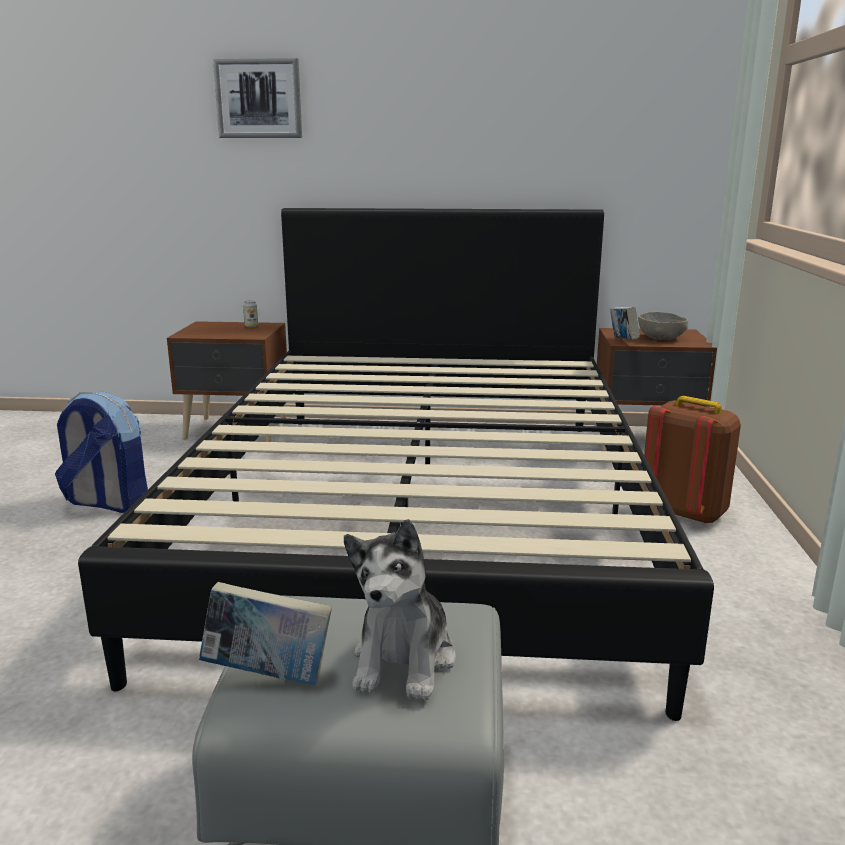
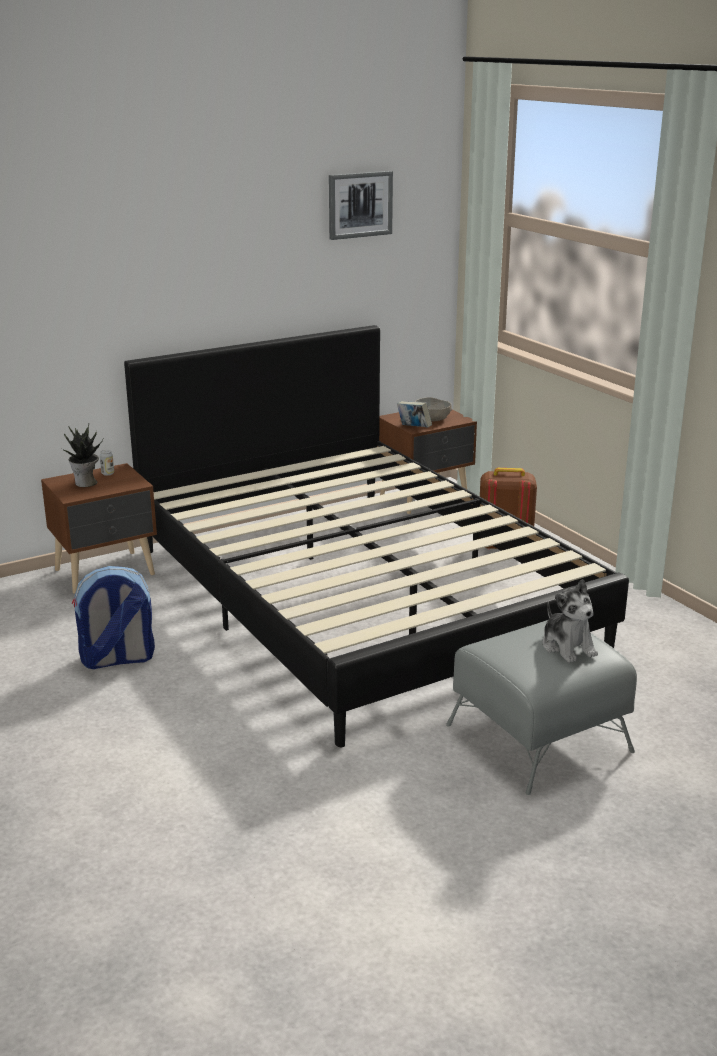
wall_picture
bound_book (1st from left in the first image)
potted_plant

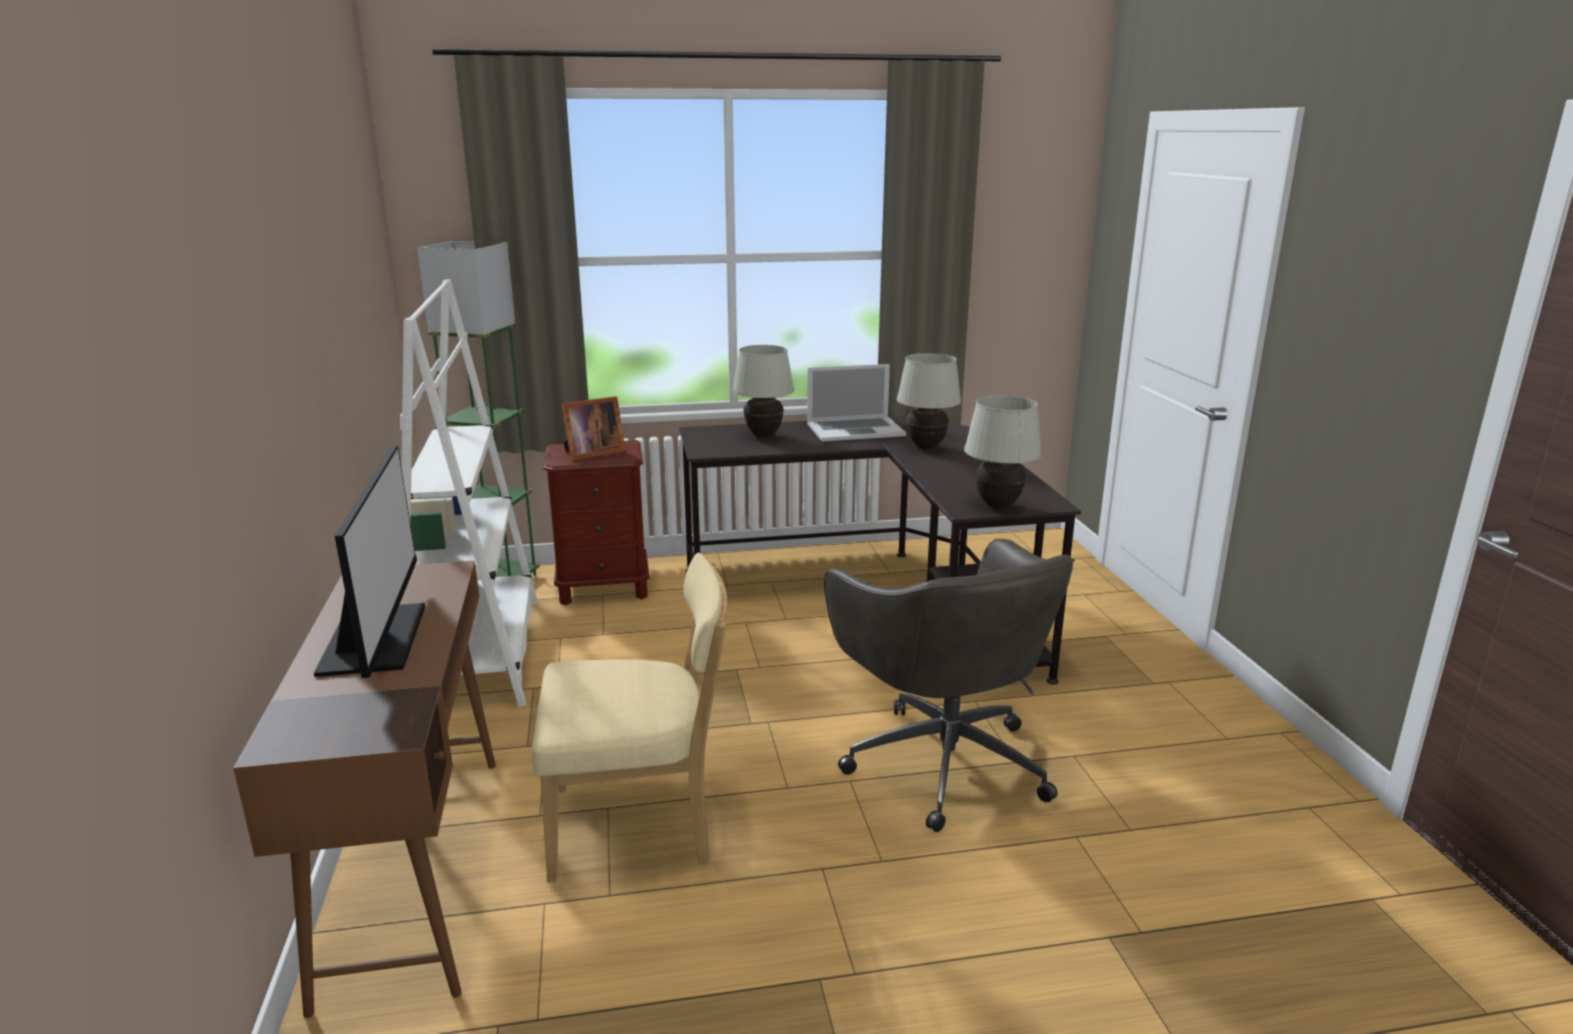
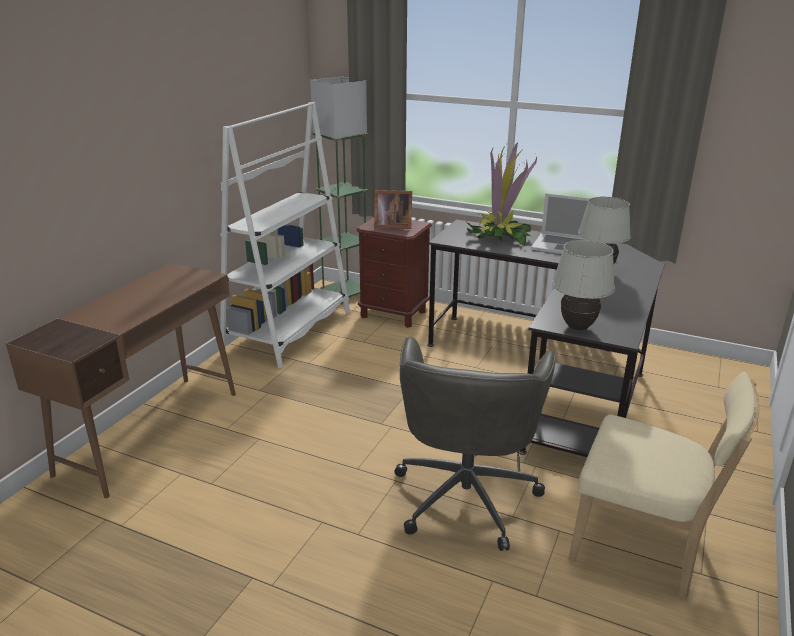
potted_plant
computer_screen
beige_upright_chair

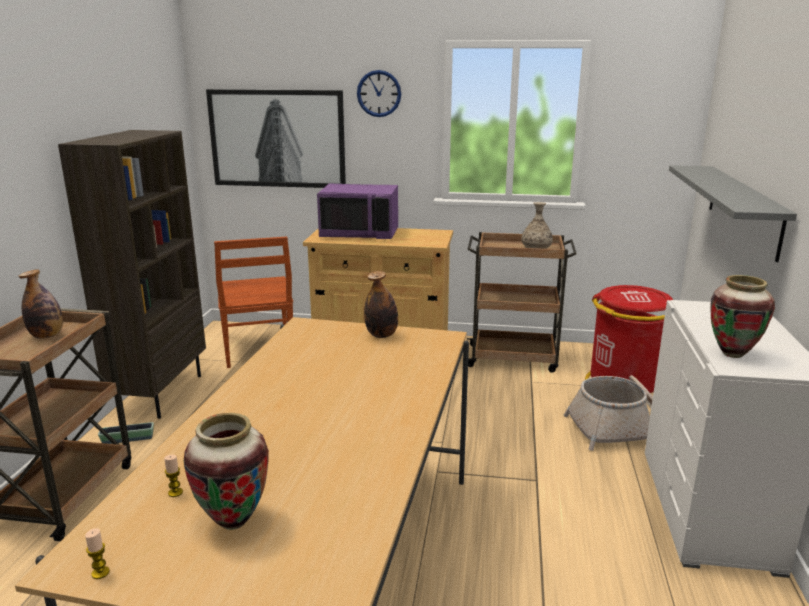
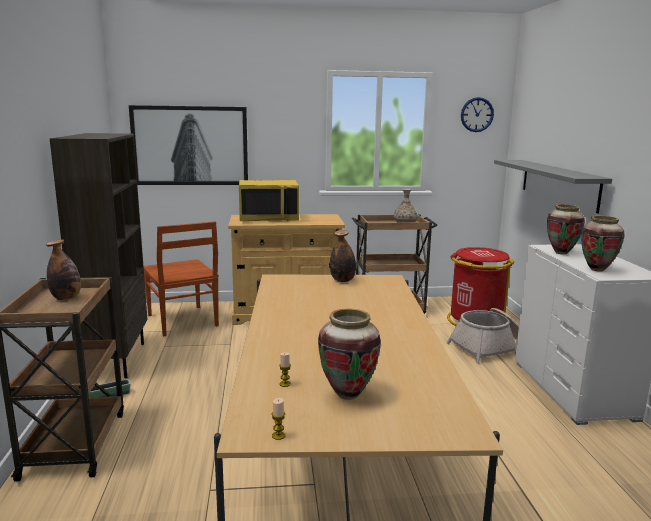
clock_on_the_wall
yellow-coloured_kitchen_microwave
vase (3rd from left)

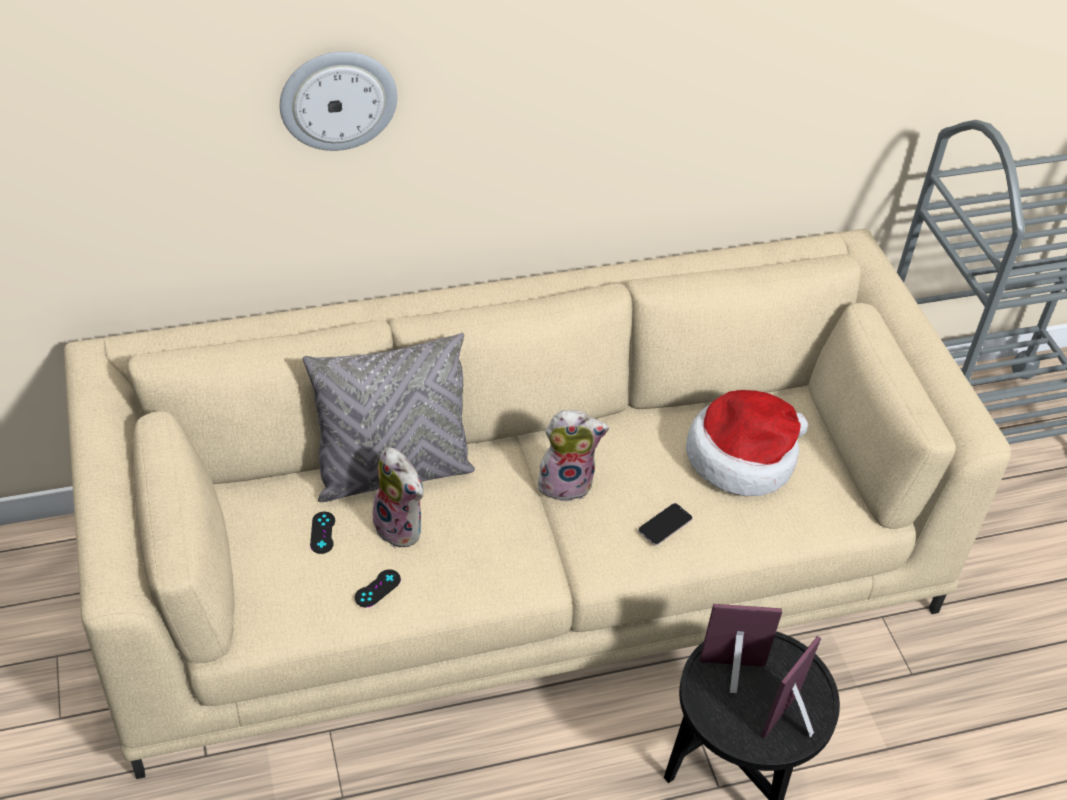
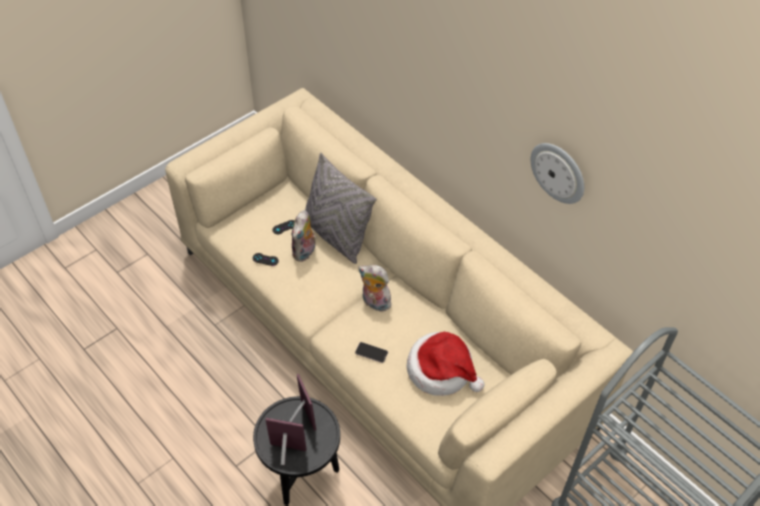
clock_on_the_wall
cuddly_toy (2nd from left)

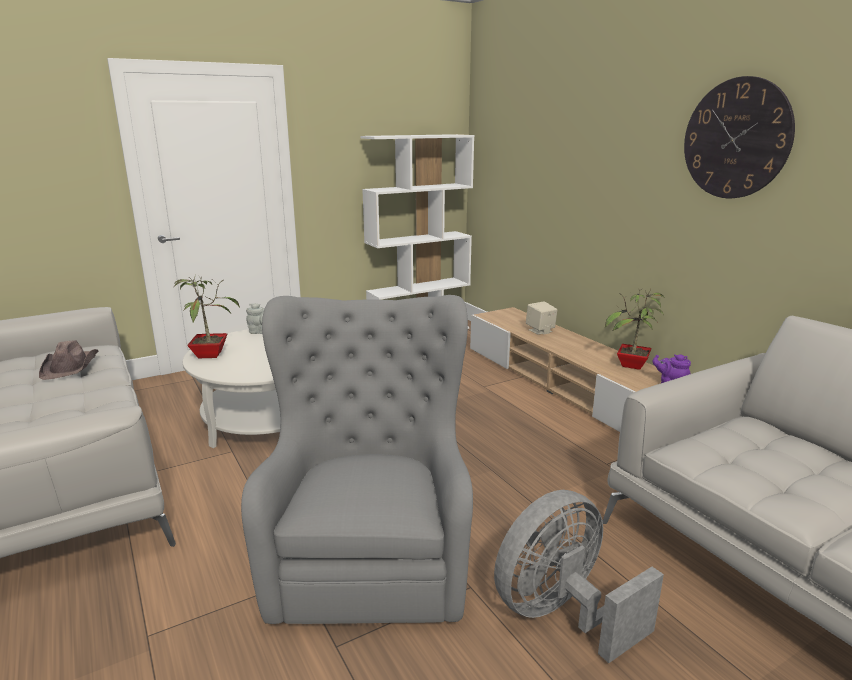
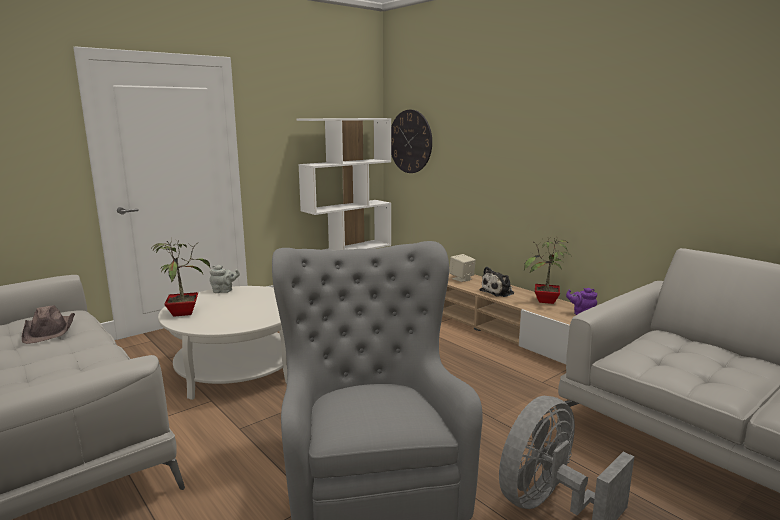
clock_on_the_wall
cuddly_toy

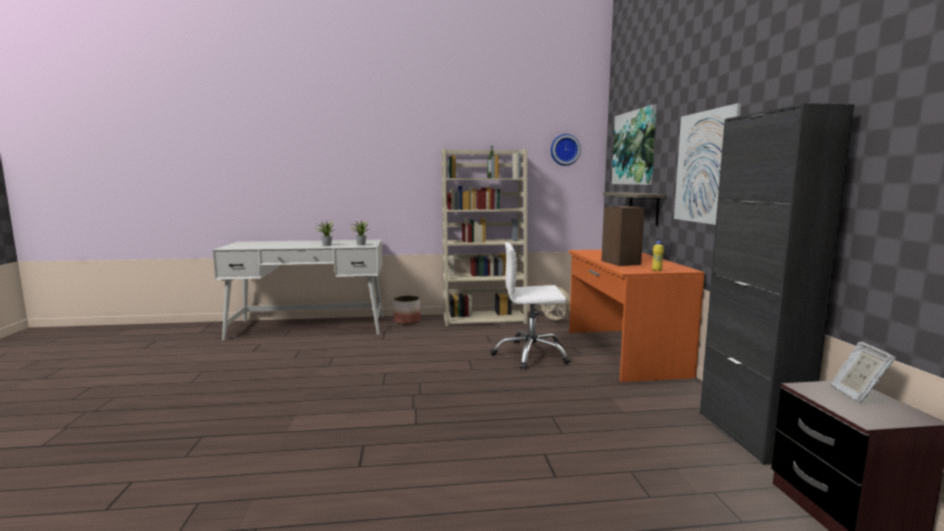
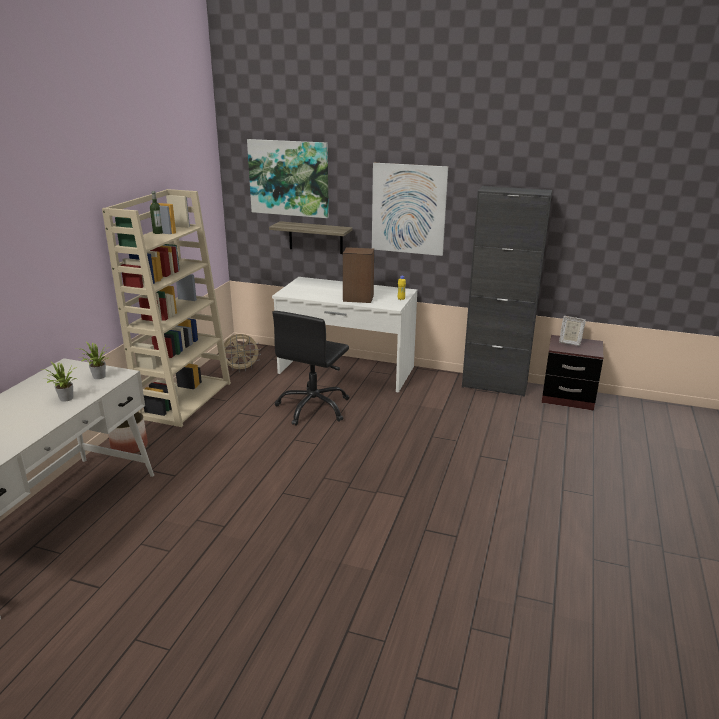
clock_on_the_wall
blackish_computer_chair
whitish_desk_table (2nd from left)

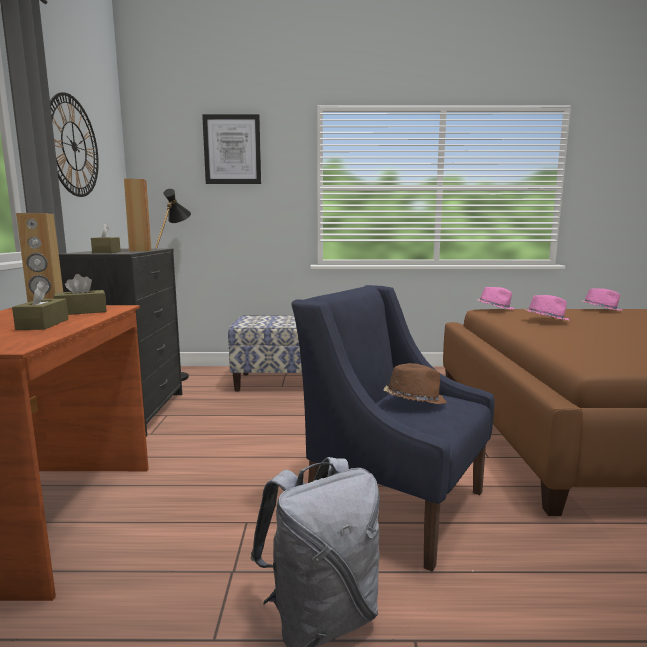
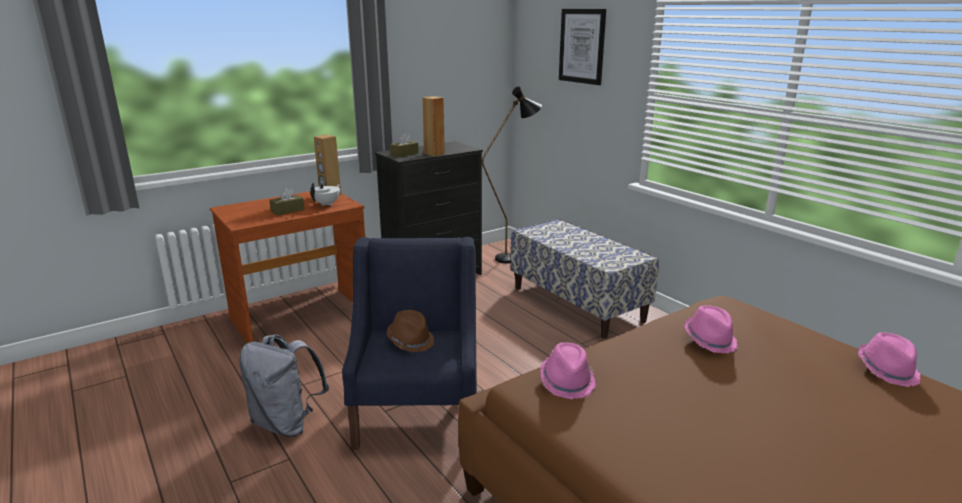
clock_on_the_wall
whitish_pot_for_tea
pinkish_hat (1st from left)

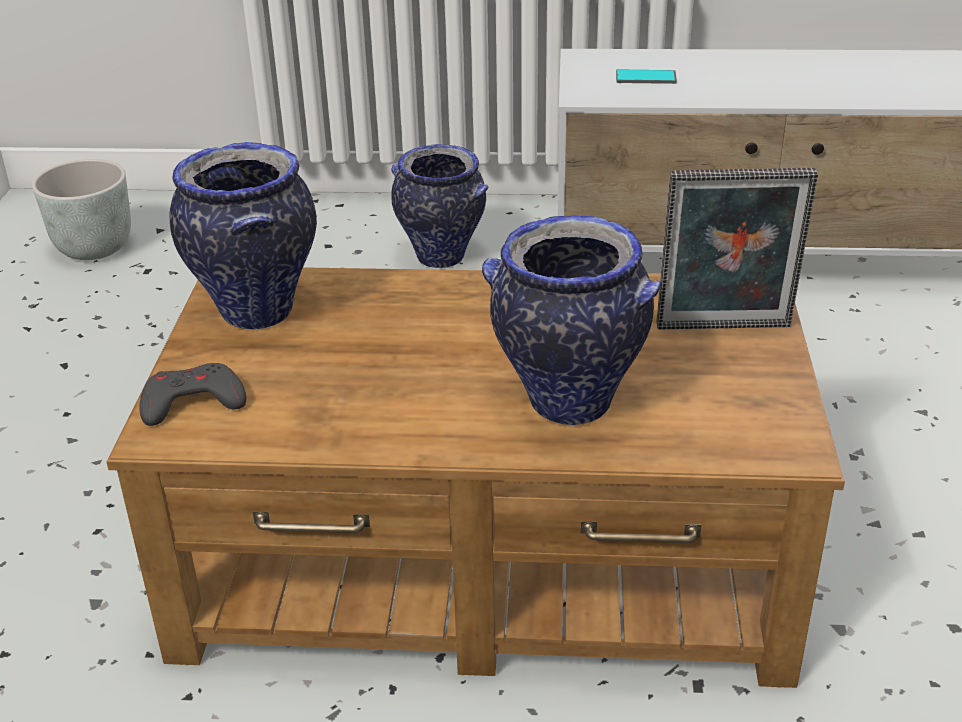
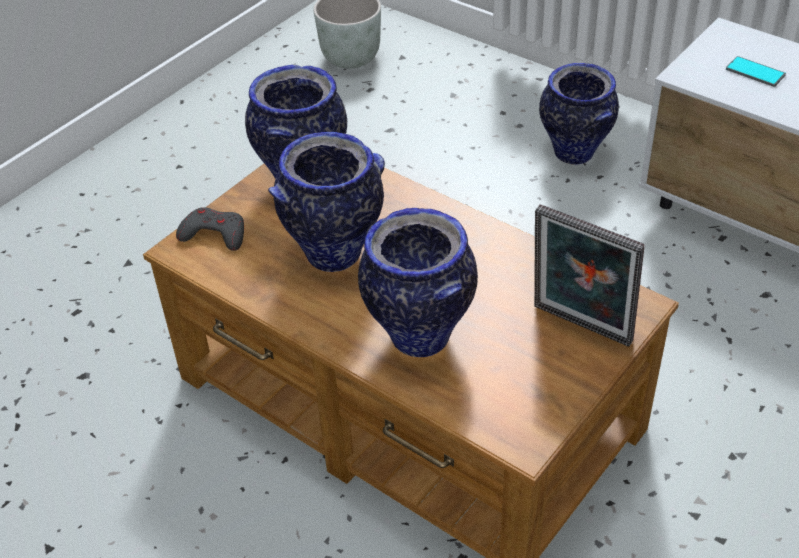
vase (2nd from left)

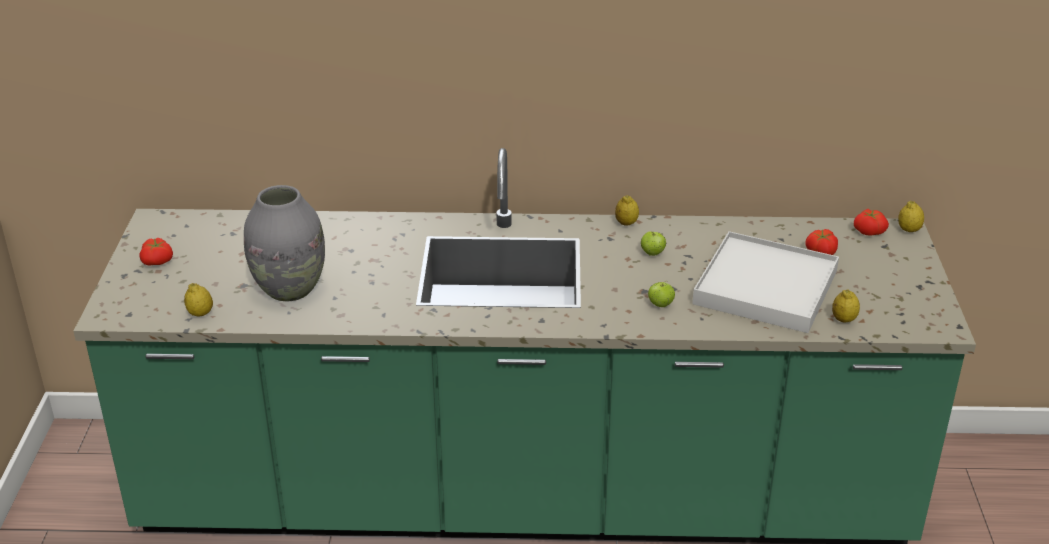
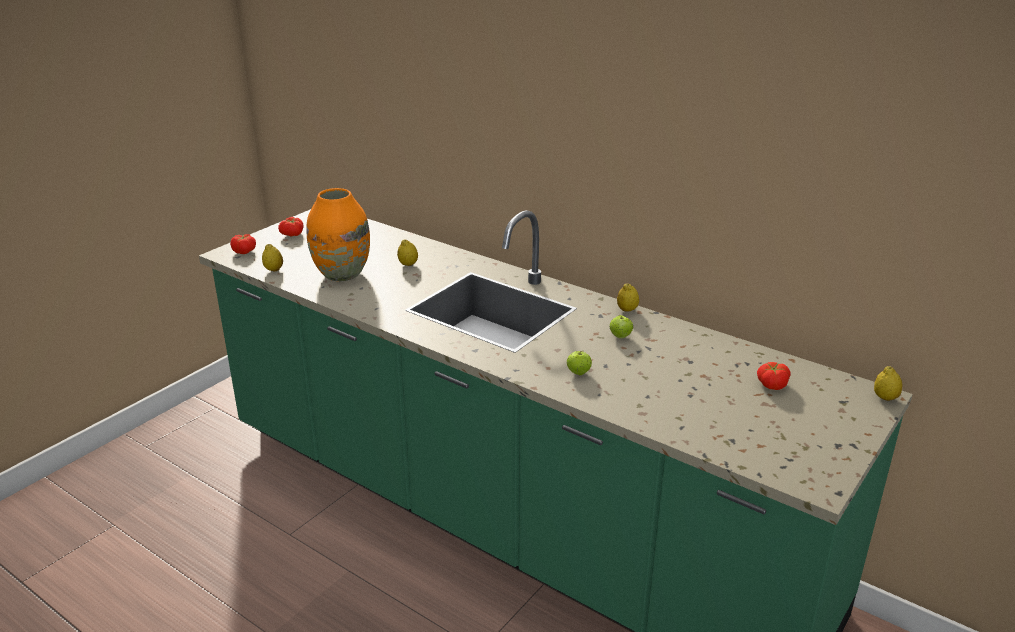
orangey_vase
fresh_tomato (1st from left)
whitish_carrying_tray
whole_lemon (2nd from left)

